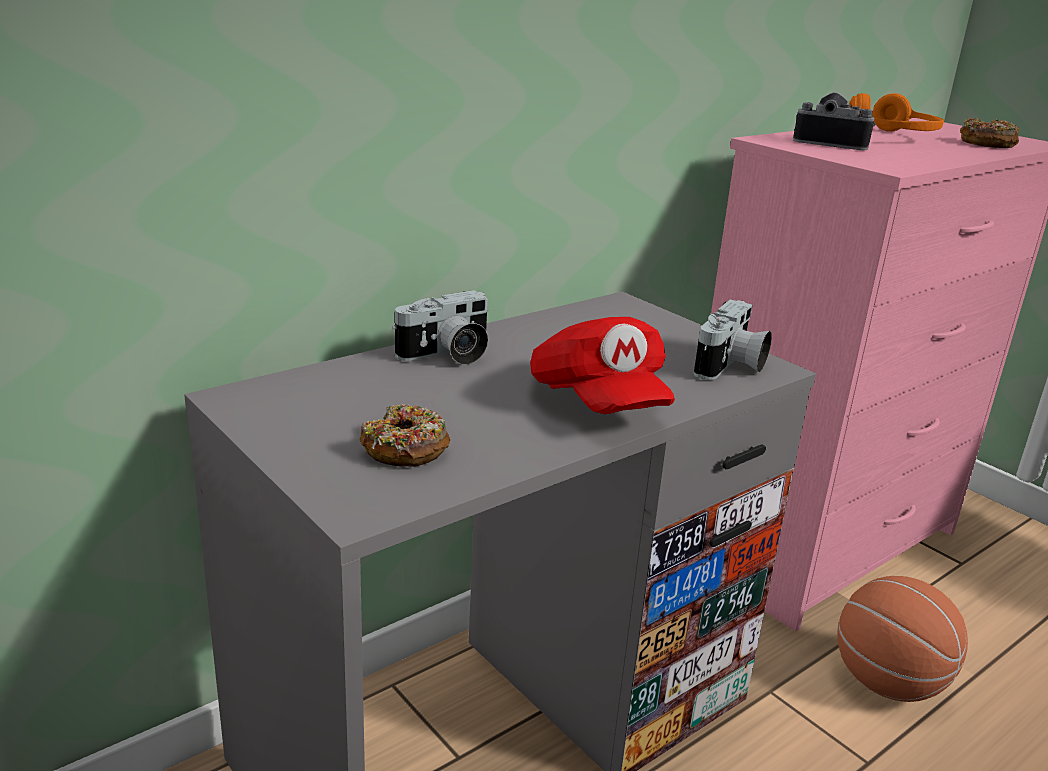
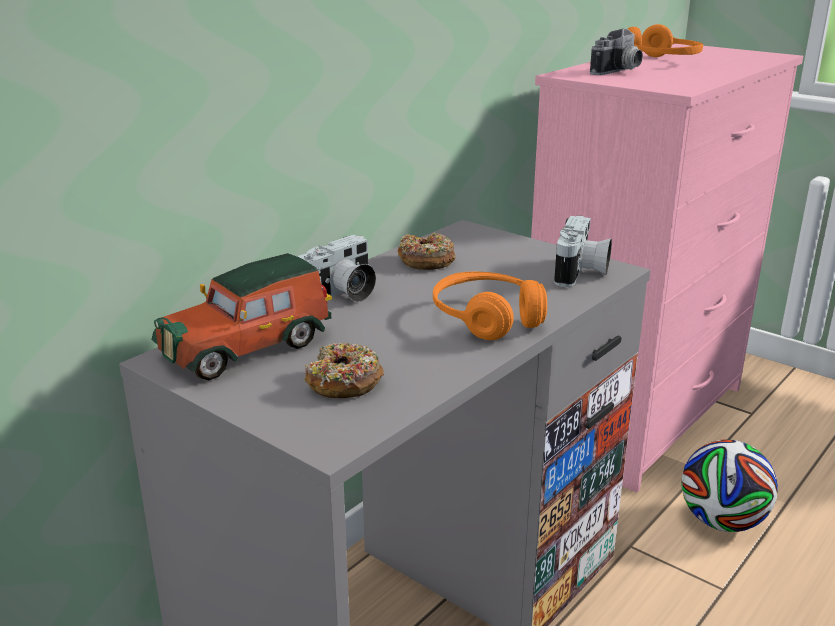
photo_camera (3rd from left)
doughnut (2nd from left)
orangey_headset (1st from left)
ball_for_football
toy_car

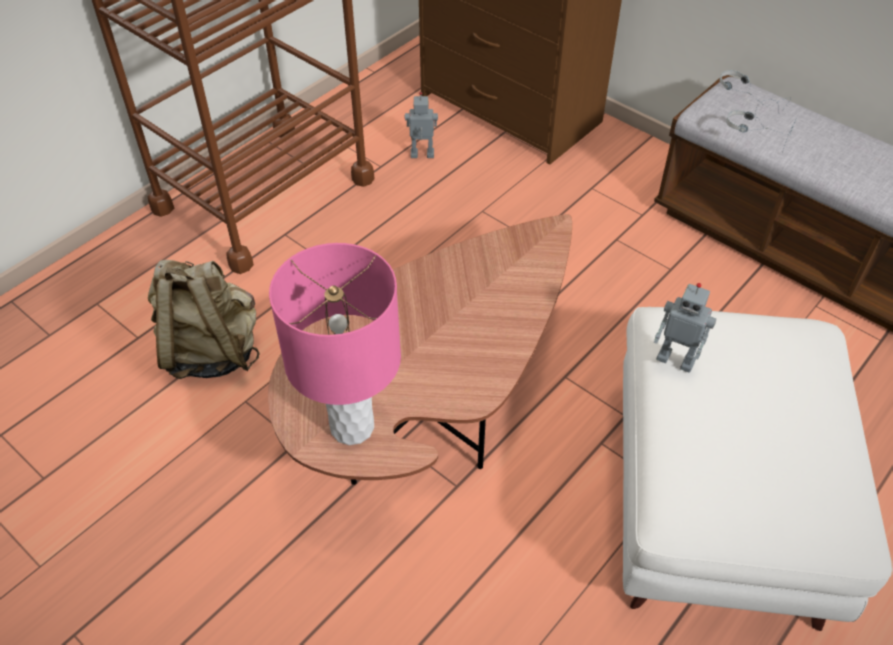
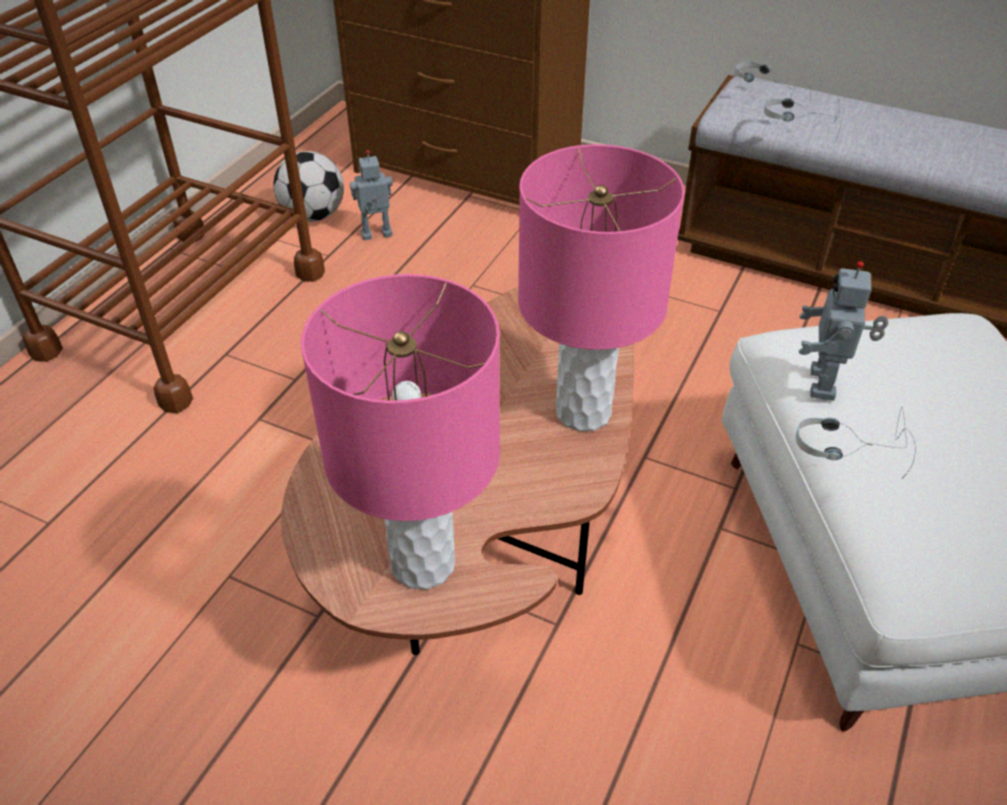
beige_rucksack
toy_robot (2nd from left)
pinkish_lamp_for_a_table (2nd from left)
ball_for_football
headset (3rd from left)

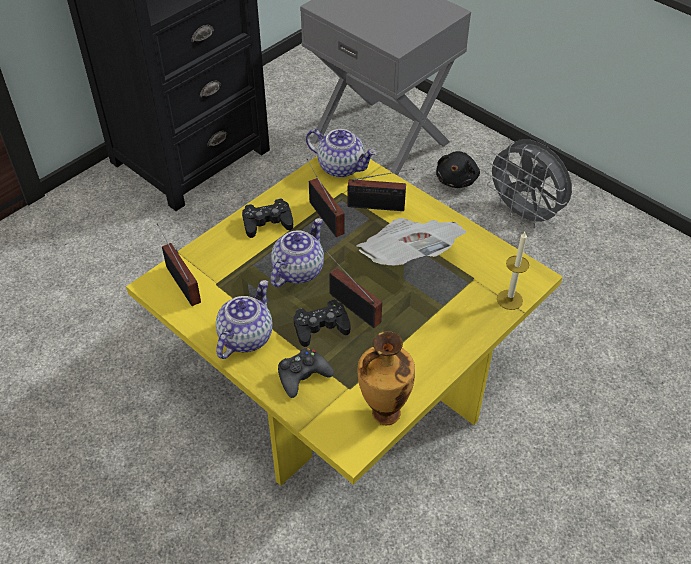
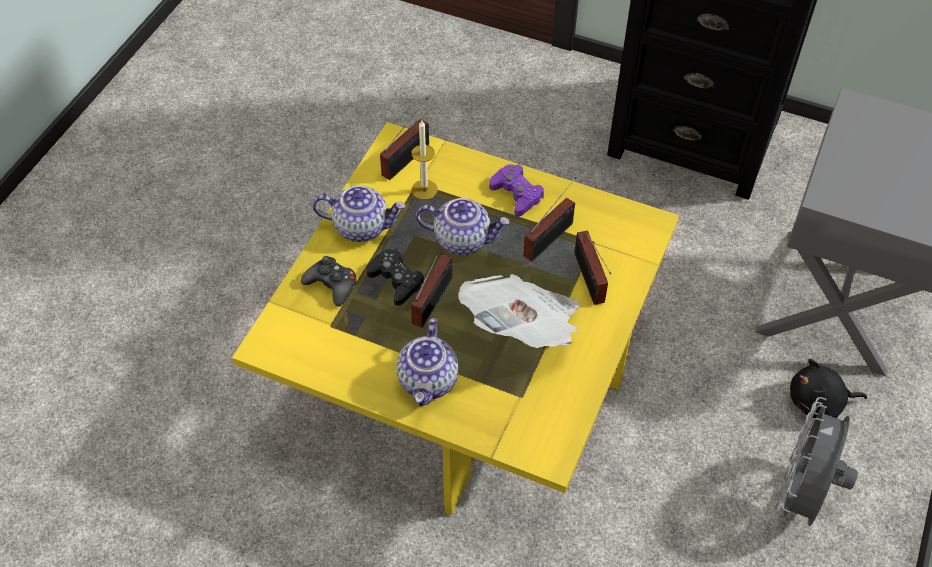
pot_for_tea (2nd from left)
purple_joypad
wax_candle
vase

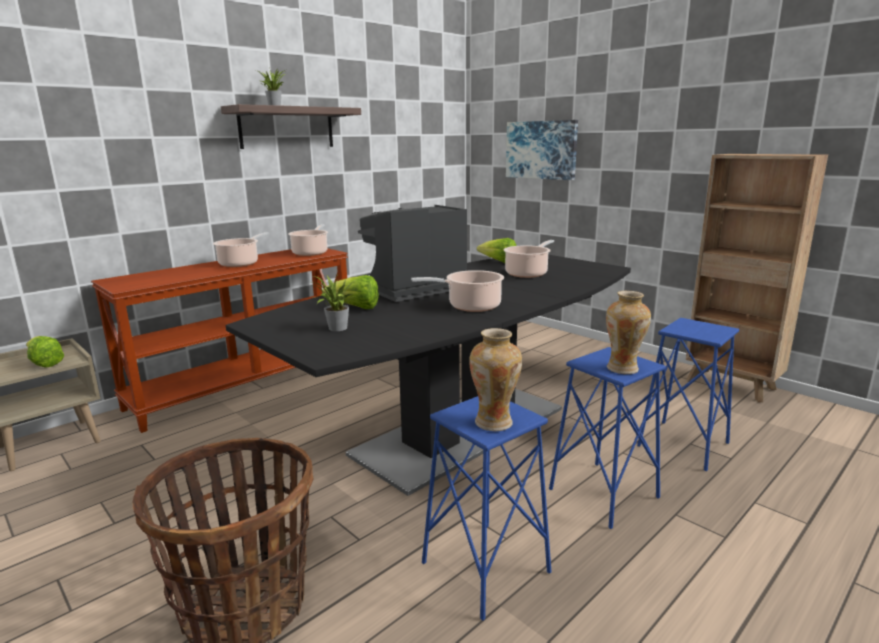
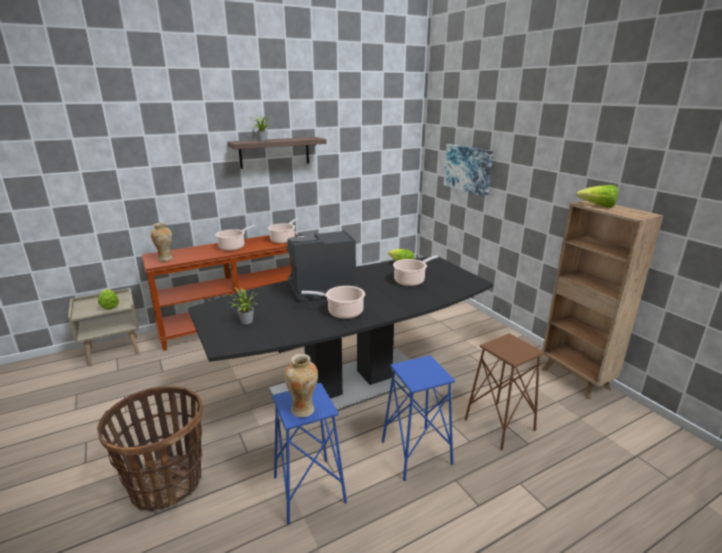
head_of_lettuce (3rd from left)
vase (1st from left)
brown_sitting_stool

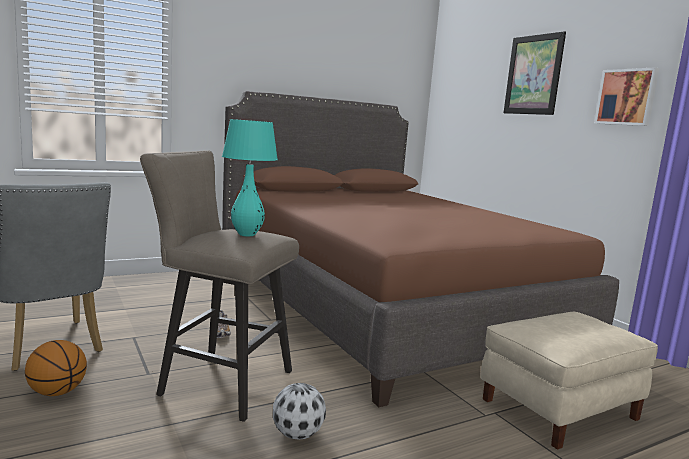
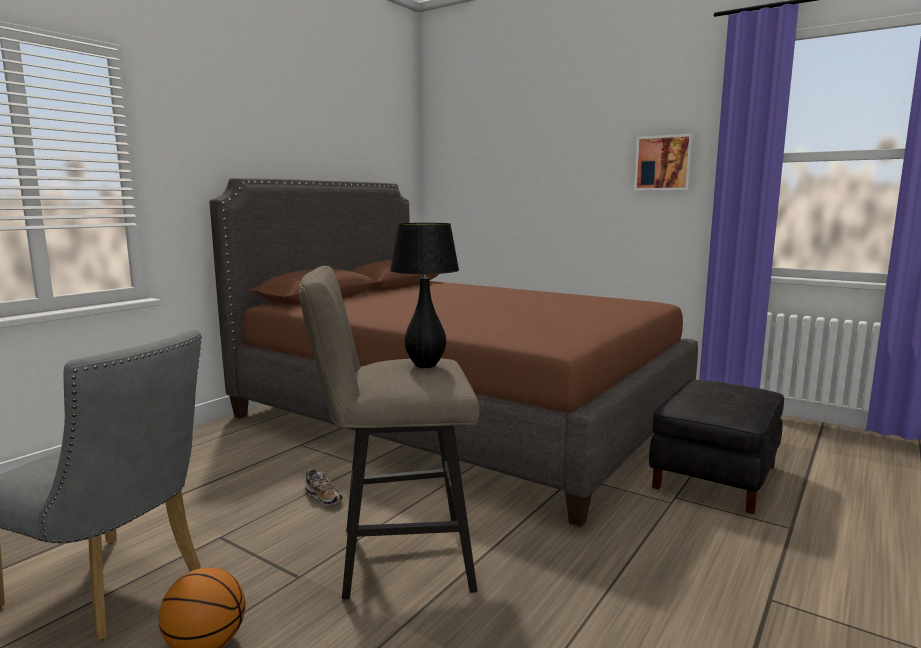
wall_picture (1st from left in the first image)
blackish_lamp_for_a_table
blackish_pouffe
ball_for_football

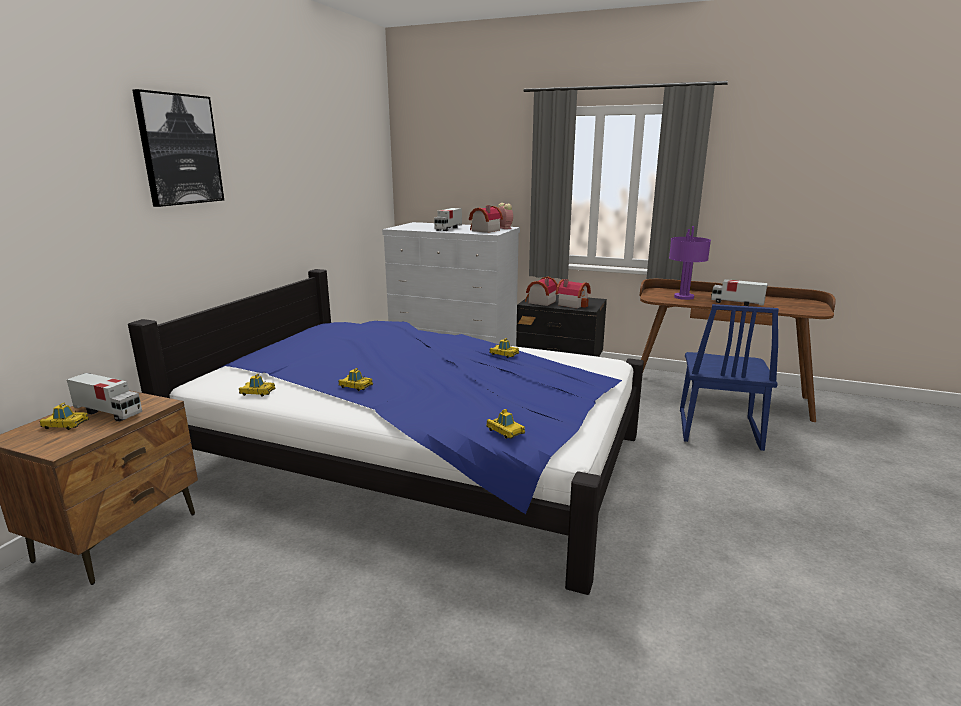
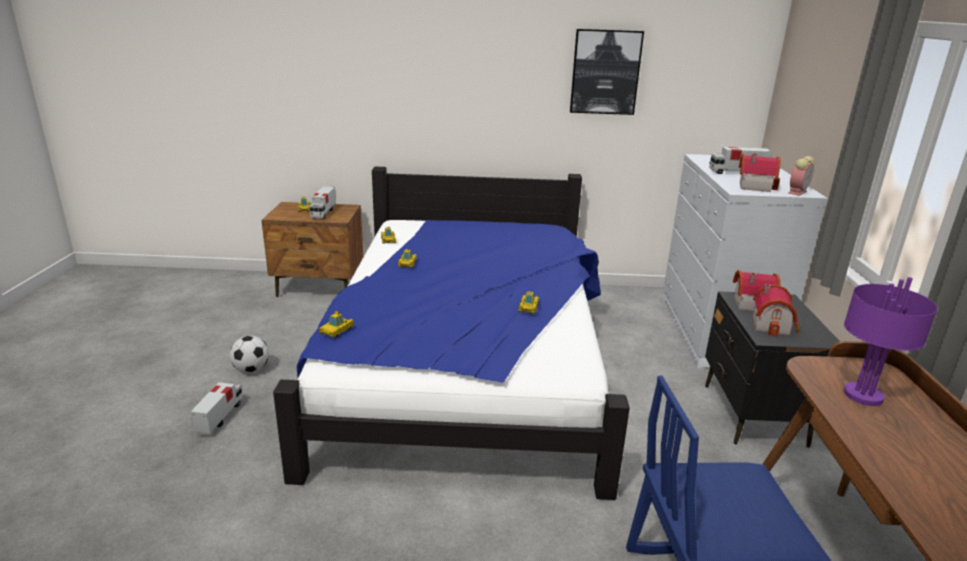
wall_picture
toy_truck (1st from left)
ball_for_football

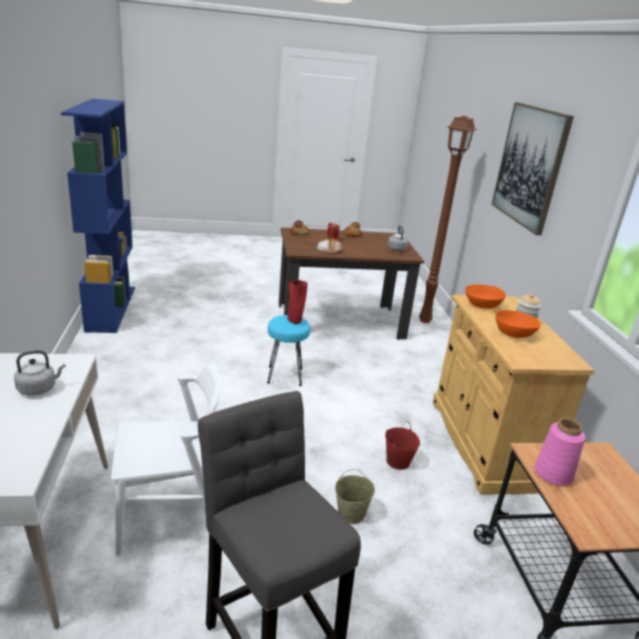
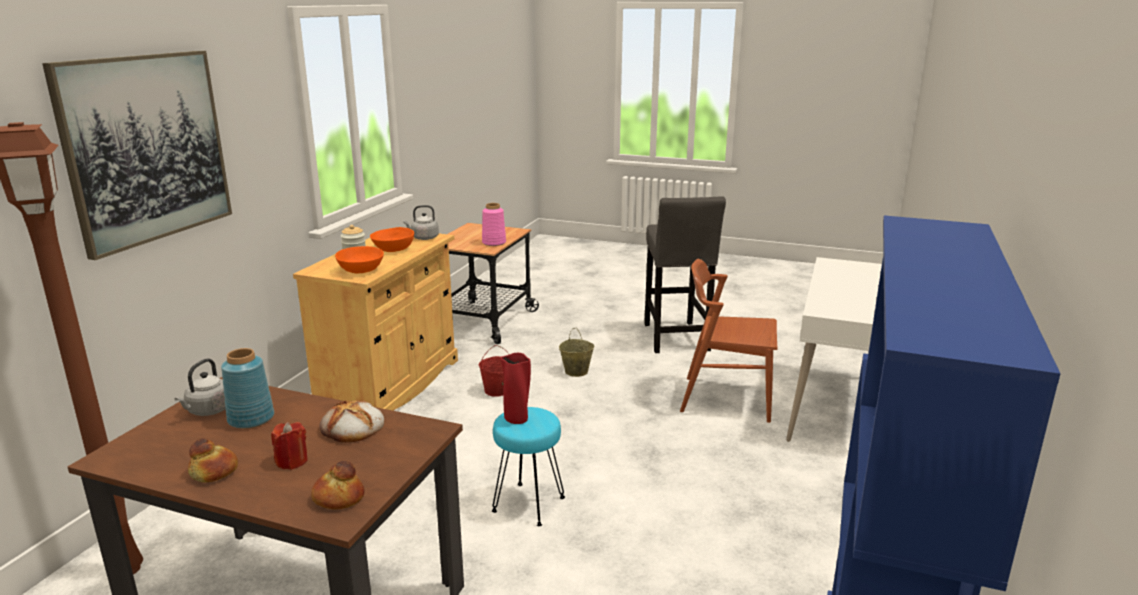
grey_water_kettle (2nd from left)
brown_upright_chair
blue-coloured_vase

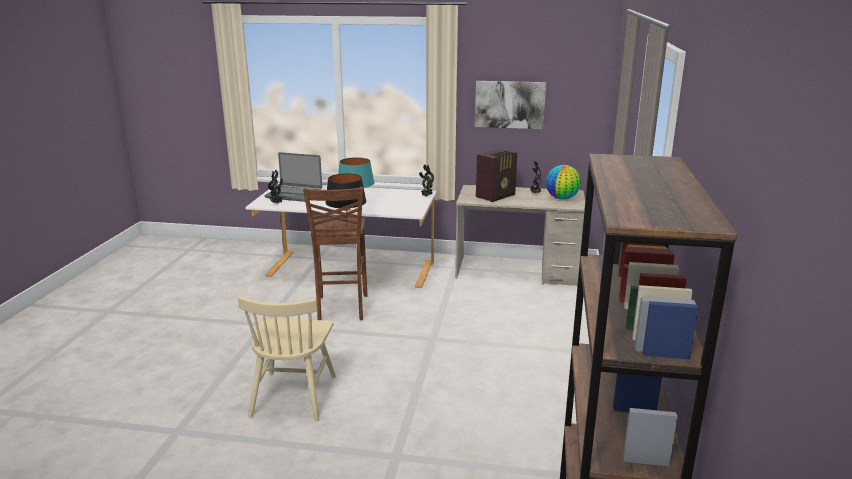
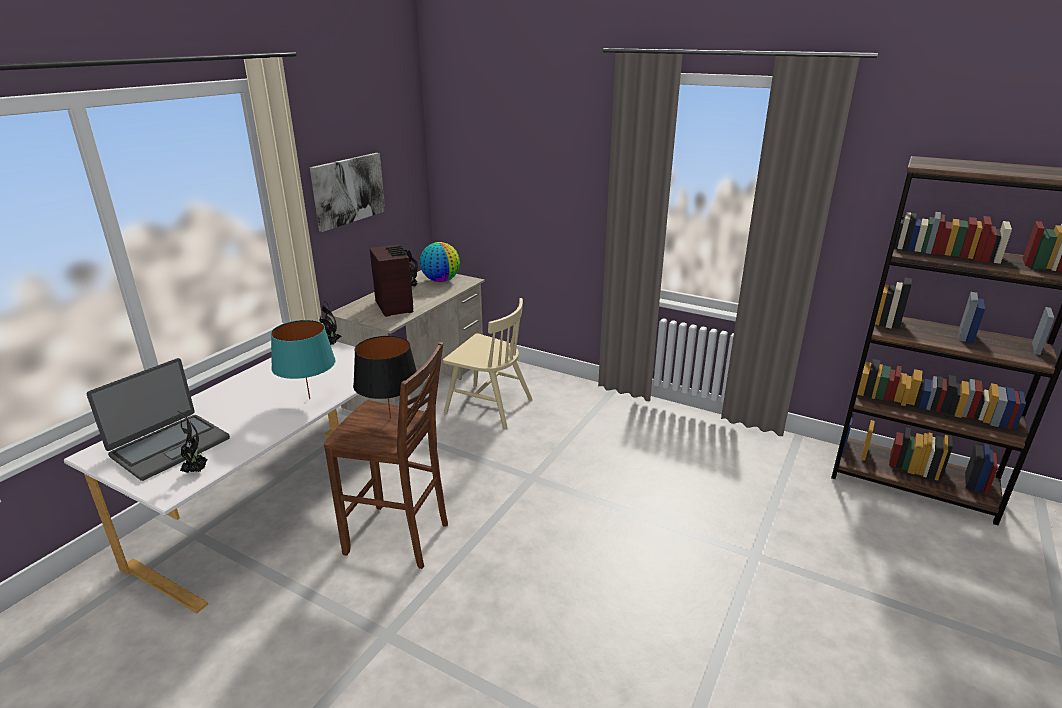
beige_upright_chair

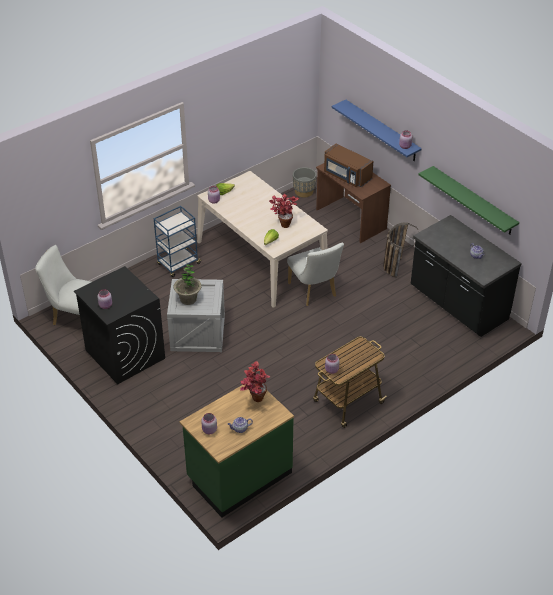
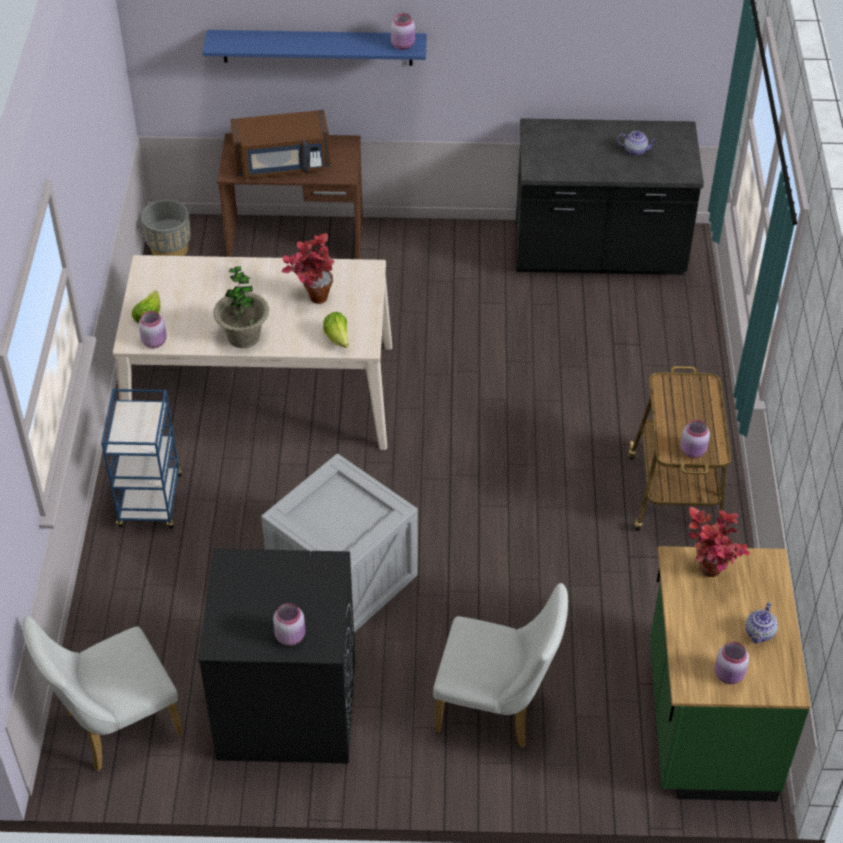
green_shelf
household_basket
whitish_upright_chair (2nd from left)
potted_plant (1st from left)

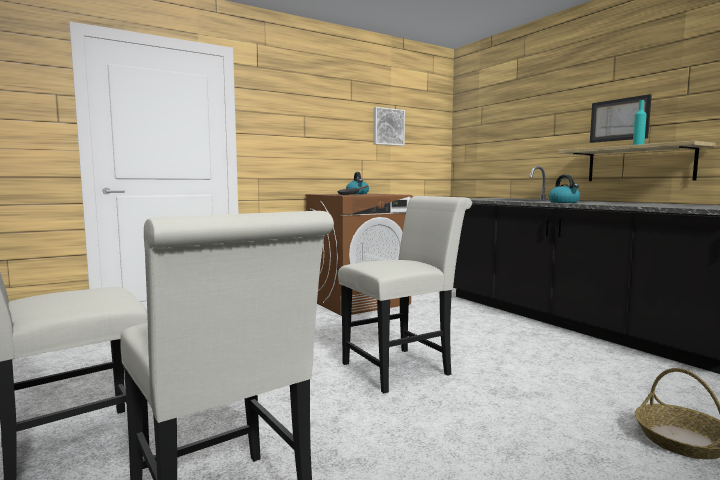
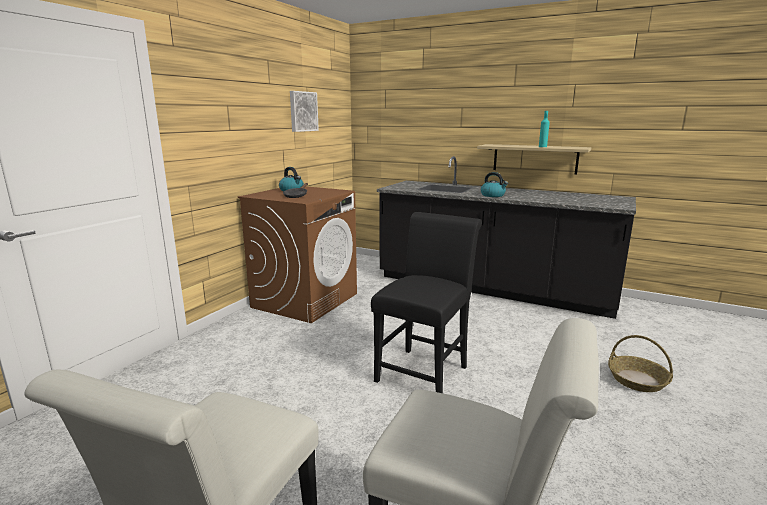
wall_picture (2nd from left in the first image)
blackish_upright_chair

